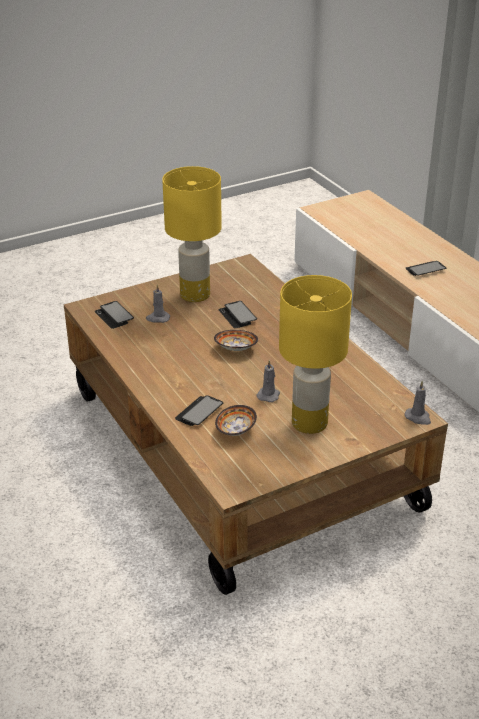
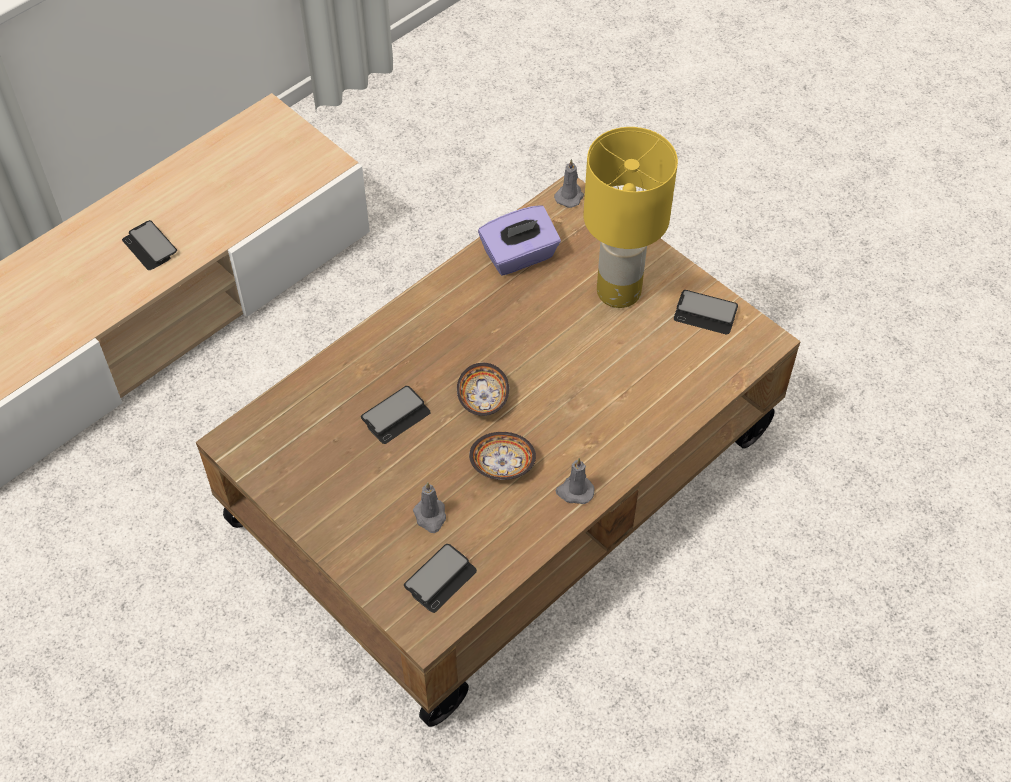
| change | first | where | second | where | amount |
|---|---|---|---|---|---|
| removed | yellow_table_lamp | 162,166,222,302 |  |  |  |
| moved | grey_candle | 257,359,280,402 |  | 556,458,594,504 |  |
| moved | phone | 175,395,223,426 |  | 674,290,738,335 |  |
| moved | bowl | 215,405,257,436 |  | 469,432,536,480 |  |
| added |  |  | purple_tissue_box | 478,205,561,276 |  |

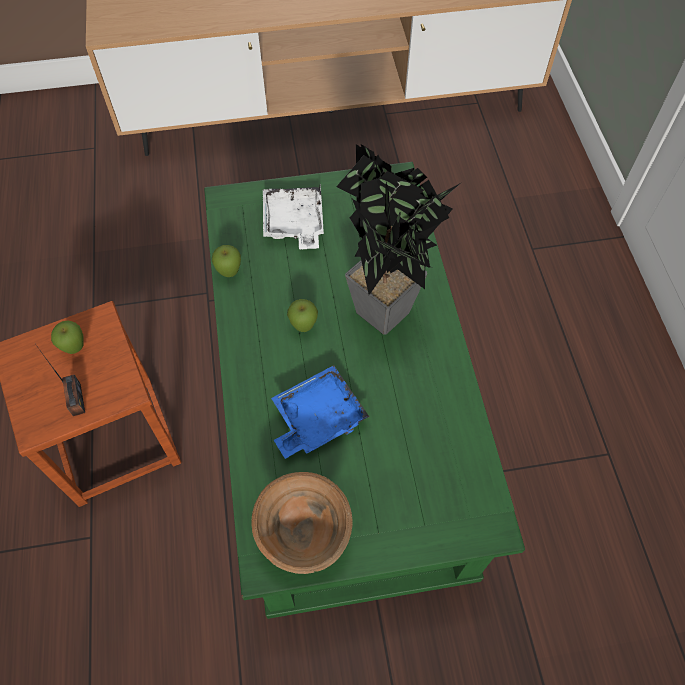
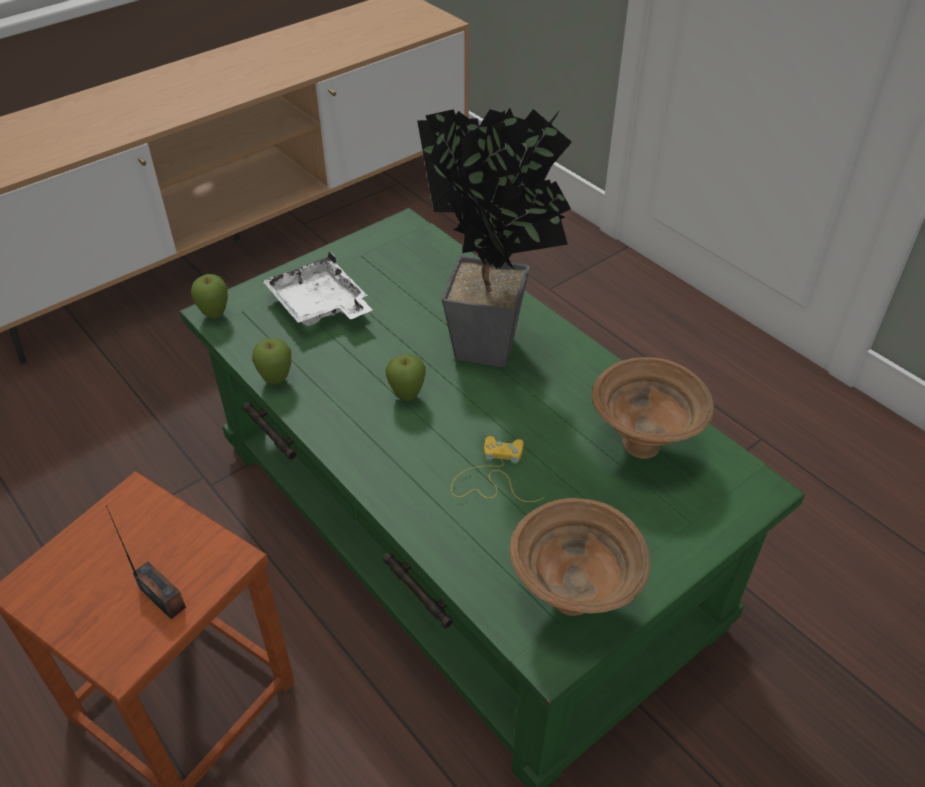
| change | first | where | second | where | amount |
|---|---|---|---|---|---|
| moved | apple | 51,320,83,354 |  | 191,274,228,319 |  |
| replaced | blue_tray | 271,365,370,459 | yellow_game_controller | 451,436,543,502 |  |
| added |  |  | brown_bowl | 592,357,714,459 |  |

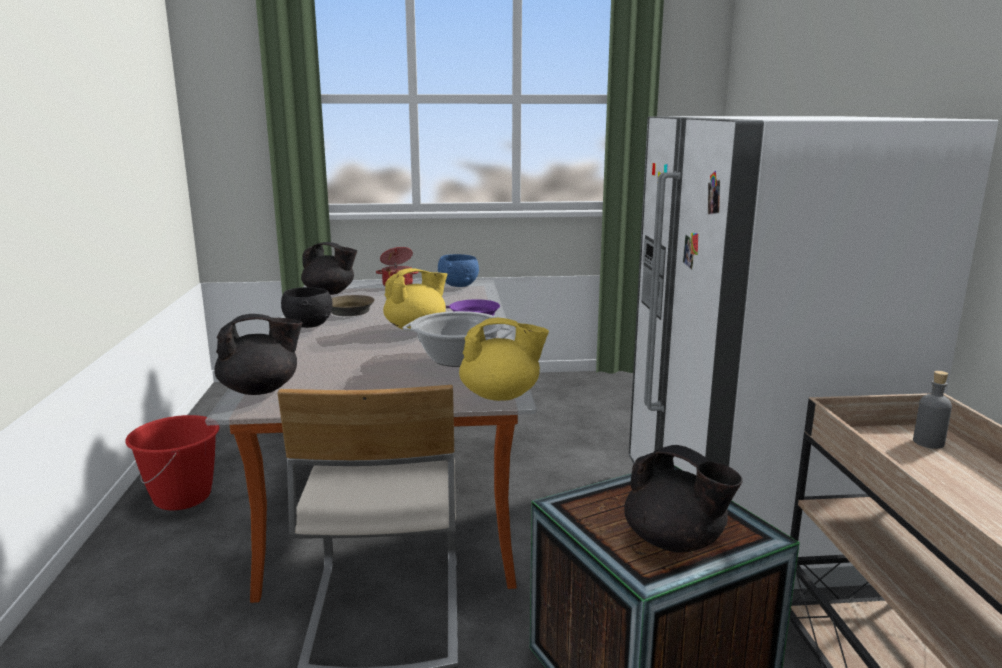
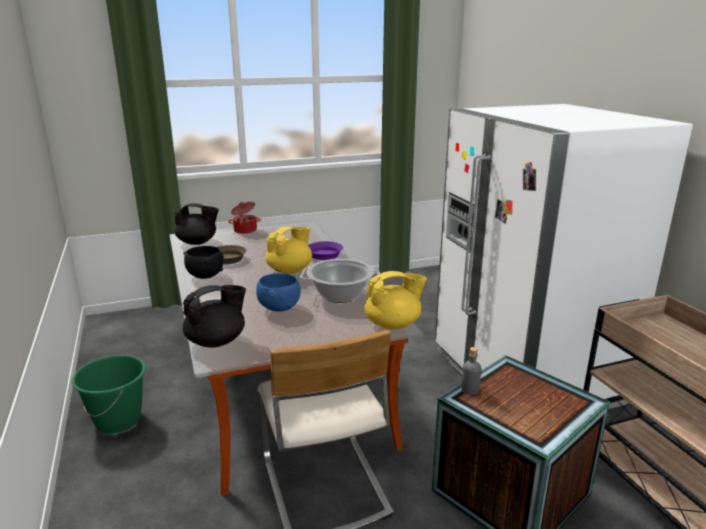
| change | first | where | second | where | amount |
|---|---|---|---|---|---|
| moved | blue_bowl | 438,254,479,287 |  | 256,273,301,312 |  |
| moved | grey_bottle | 913,371,952,449 |  | 461,347,481,395 |  |
| recoloured | red_bucket | 125,415,220,511 | green_bucket | 72,355,146,433 |  |
| removed | black_teapot | 624,445,743,553 |  |  |  |

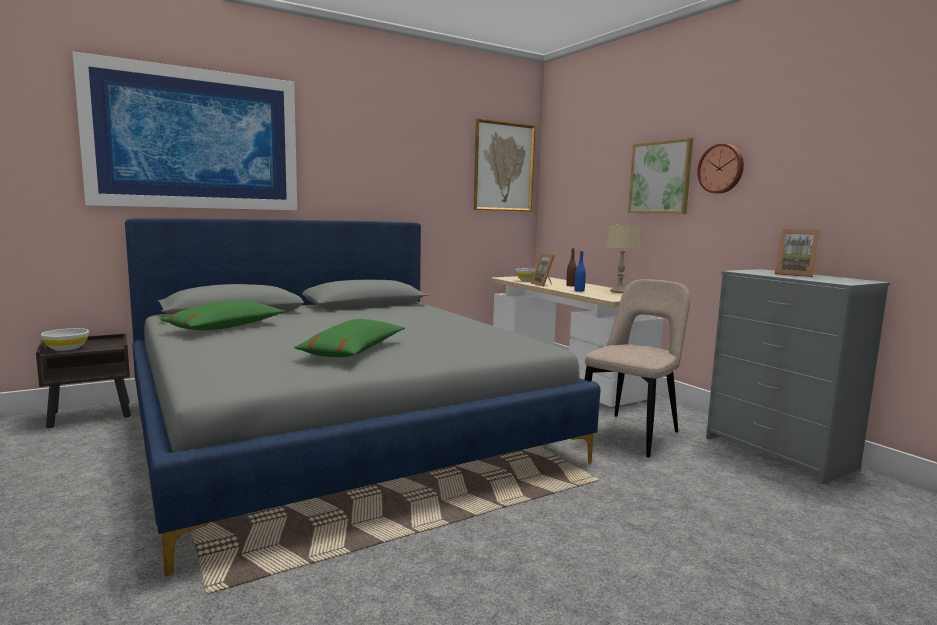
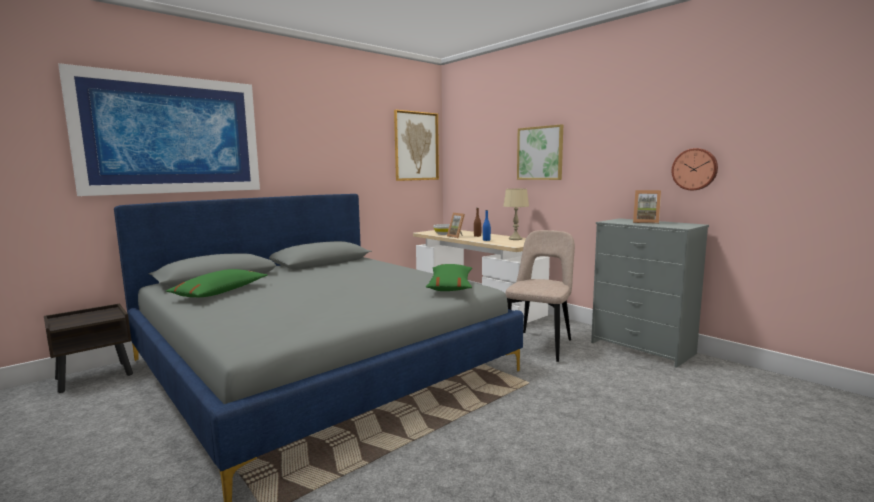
| change | first | where | second | where | amount |
|---|---|---|---|---|---|
| moved | wall_clock | 697,144,744,194 |  | 672,148,718,190 |  |
| moved | green_pillow | 294,319,405,357 |  | 426,264,472,291 |  |
| removed | white_bowl | 41,328,89,351 |  |  |  |

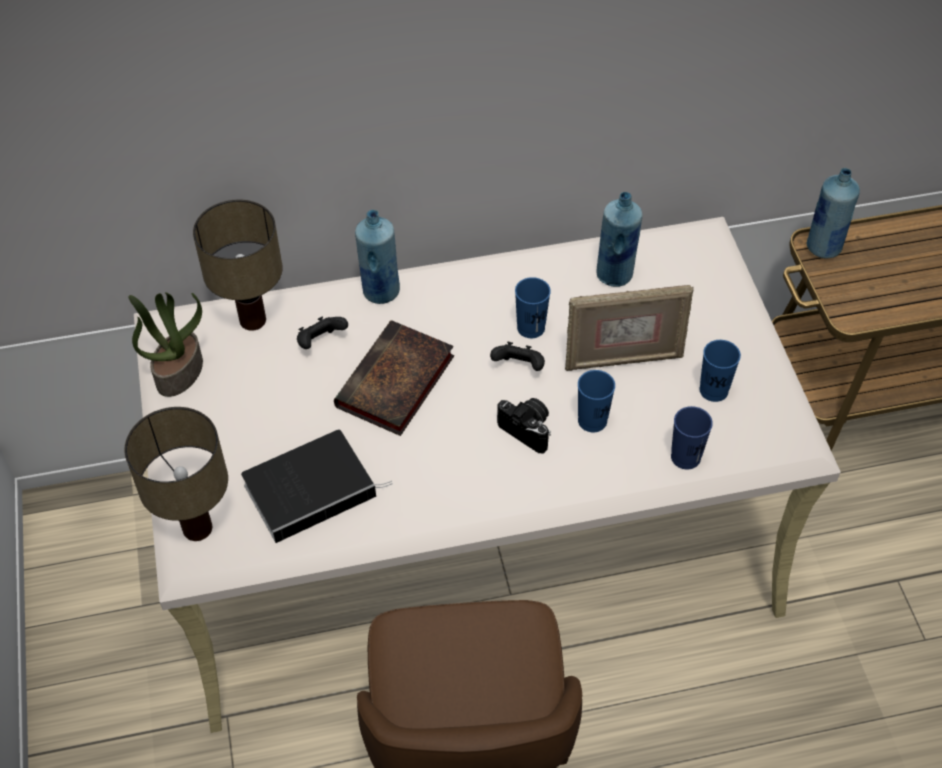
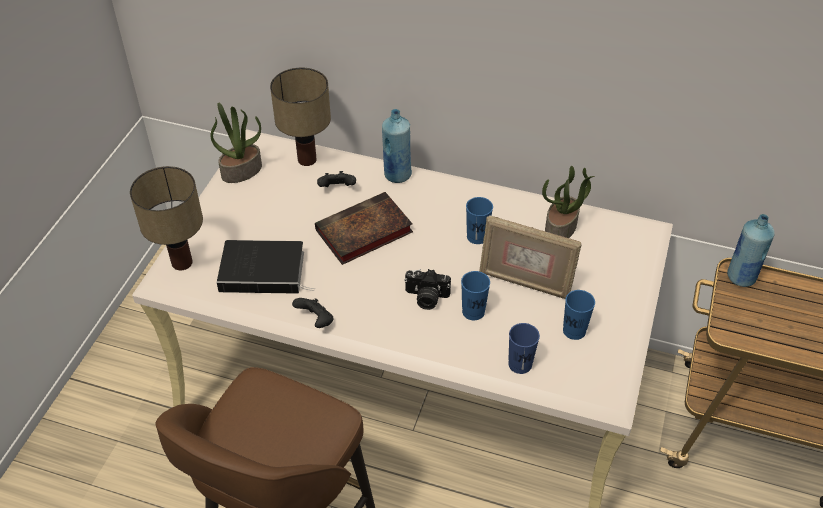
| change | first | where | second | where | amount |
|---|---|---|---|---|---|
| replaced | blue_bottle | 597,192,643,287 | potted_plant | 542,166,595,238 |  |
| moved | black_game_controller | 490,342,545,371 |  | 292,298,334,328 |  |
| turned | photo_camera | 497,398,551,453 |  | 404,269,451,310 | 120 degrees clockwise |

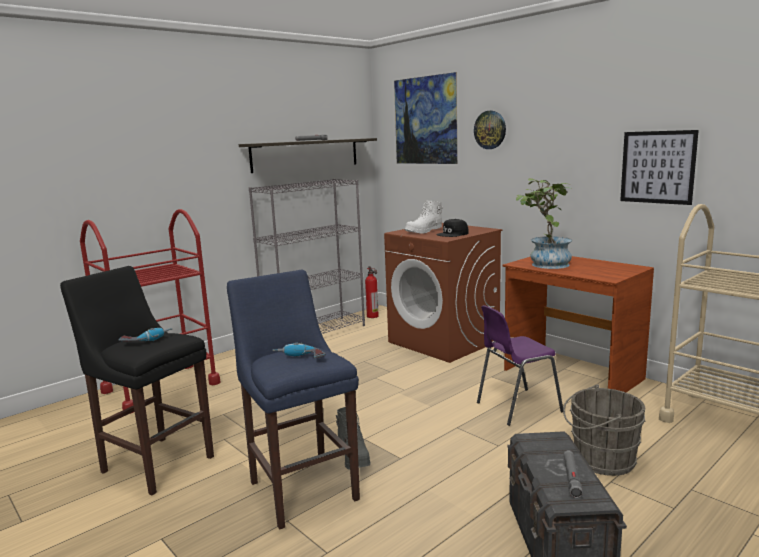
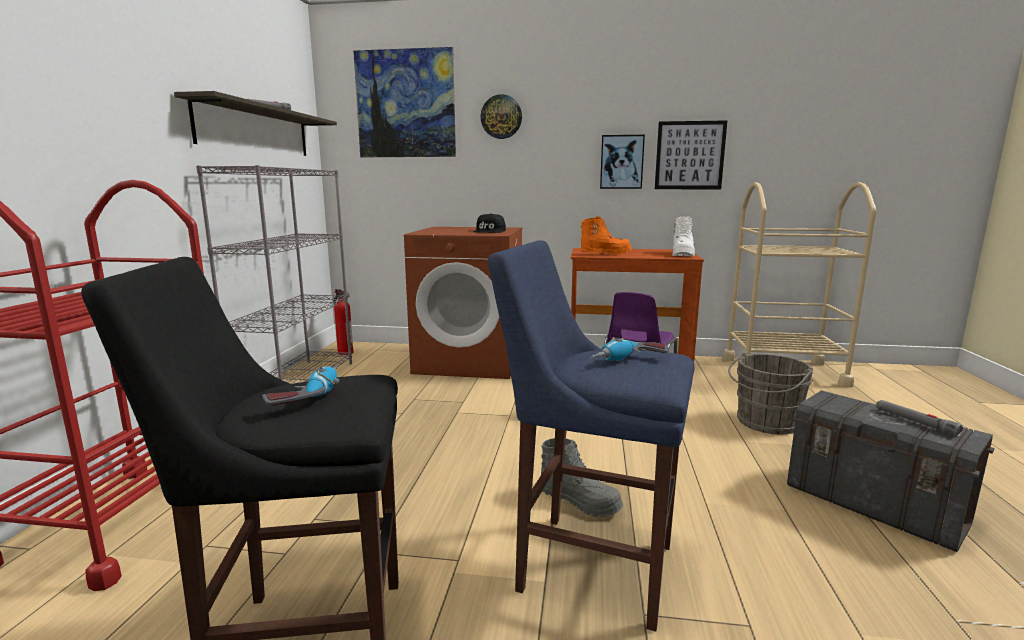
| change | first | where | second | where | amount |
|---|---|---|---|---|---|
| replaced | potted_plant | 516,178,573,269 | orange_boot | 581,216,632,255 |  |
| moved | white_boot | 405,201,443,234 |  | 672,216,695,256 |  |
| added |  |  | picture | 600,135,645,189 |  |

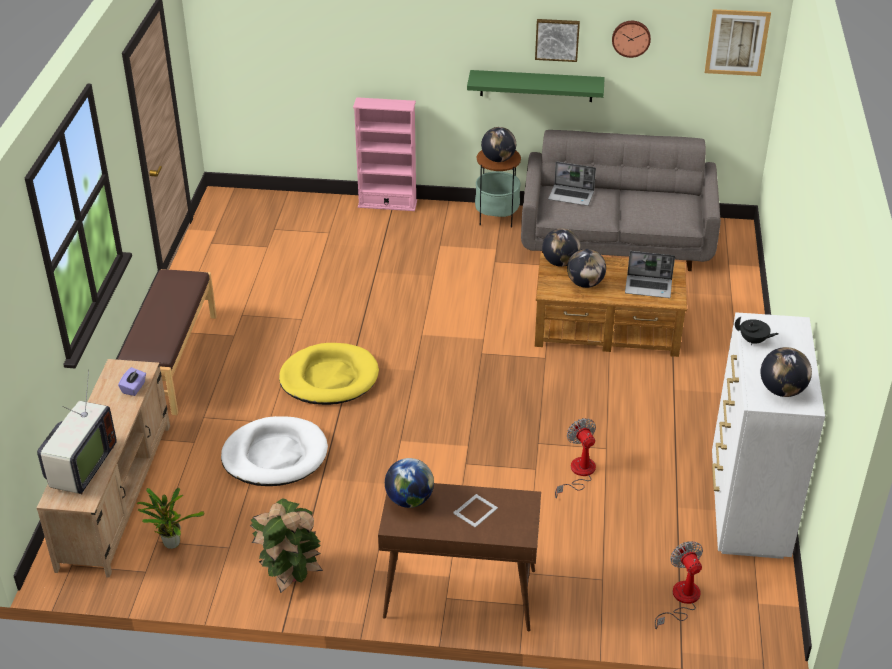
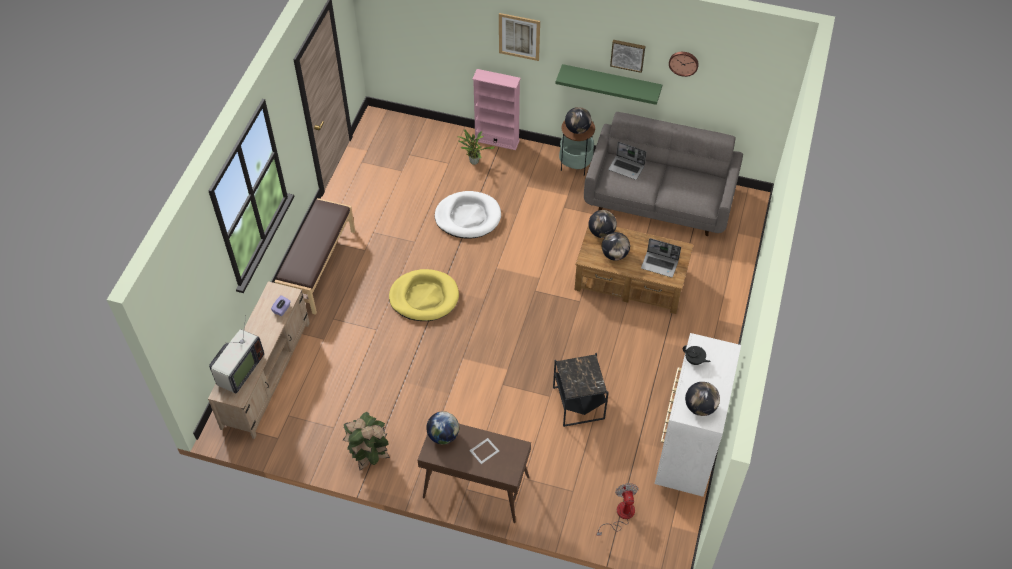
| change | first | where | second | where | amount |
|---|---|---|---|---|---|
| moved | picture | 705,9,771,76 |  | 499,13,540,61 |  |
| moved | white_dog_bed | 221,416,328,486 |  | 435,191,501,239 |  |
| replaced | fan | 555,418,596,498 | black_side_table | 553,353,609,427 |  |
| moved | potted_plant | 137,487,204,549 |  | 458,129,495,165 |  |

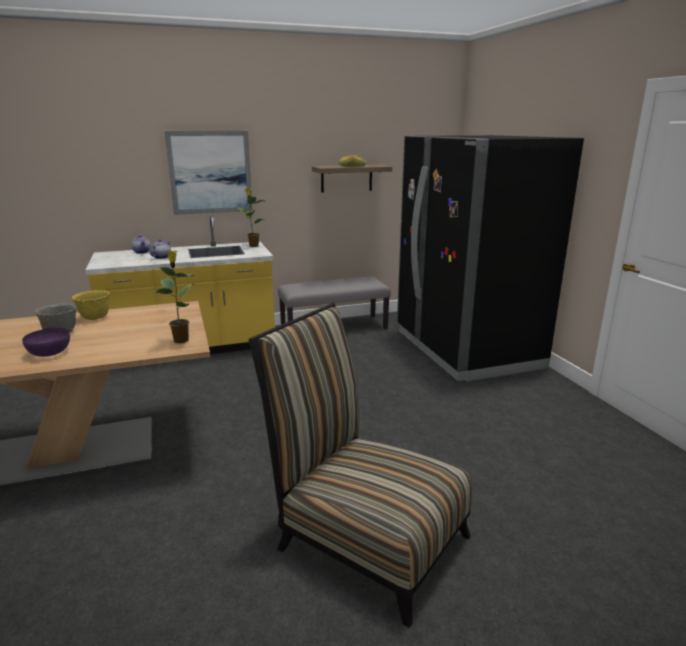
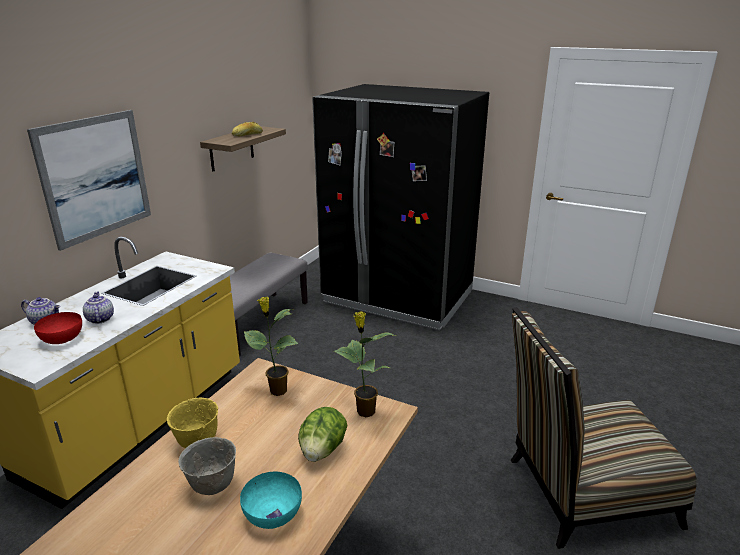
| change | first | where | second | where | amount |
|---|---|---|---|---|---|
| moved | potted_plant | 238,188,267,247 |  | 244,297,298,396 |  |
| recoloured | purple_bowl | 22,328,70,357 | turquoise_bowl | 240,471,302,529 |  |
| added |  |  | red_bowl | 34,312,82,344 |  |
| added |  |  | lettuce | 298,407,347,462 |  |

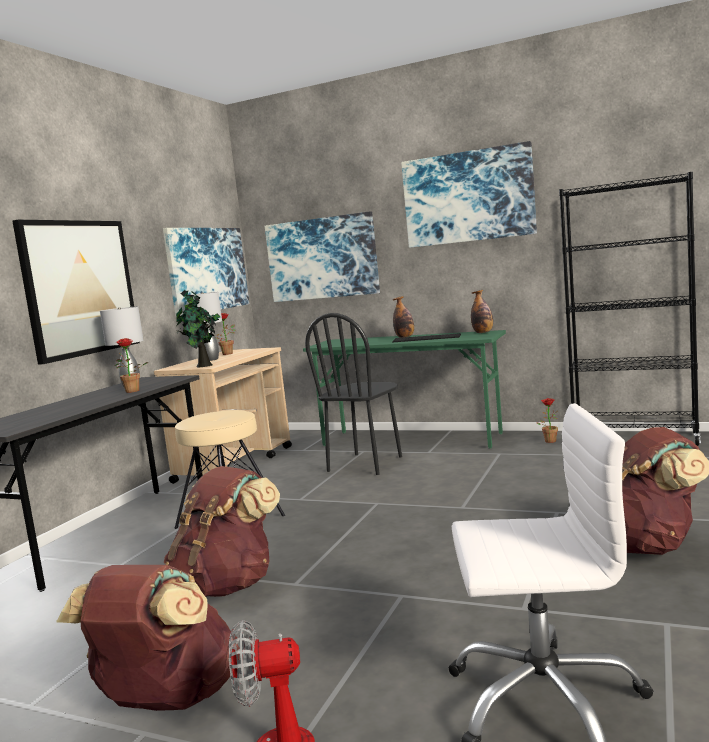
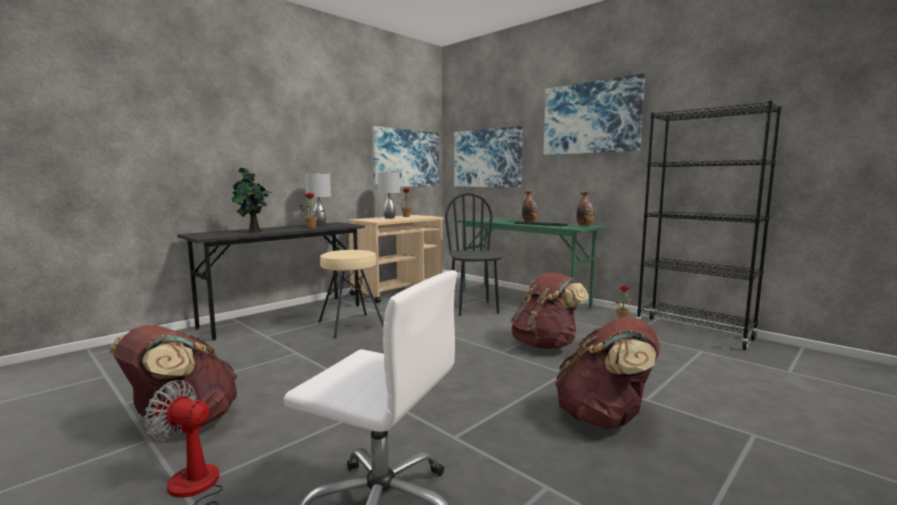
| change | first | where | second | where | amount |
|---|---|---|---|---|---|
| removed | picture | 12,220,140,365 |  |  |  |
| moved | potted_plant | 176,290,220,367 |  | 231,168,272,233 |  |
| turned | black_chair | 305,313,402,475 |  | 445,192,503,316 | 120 degrees clockwise |
| moved | brown_backpack | 164,466,280,597 |  | 511,272,589,349 |  |

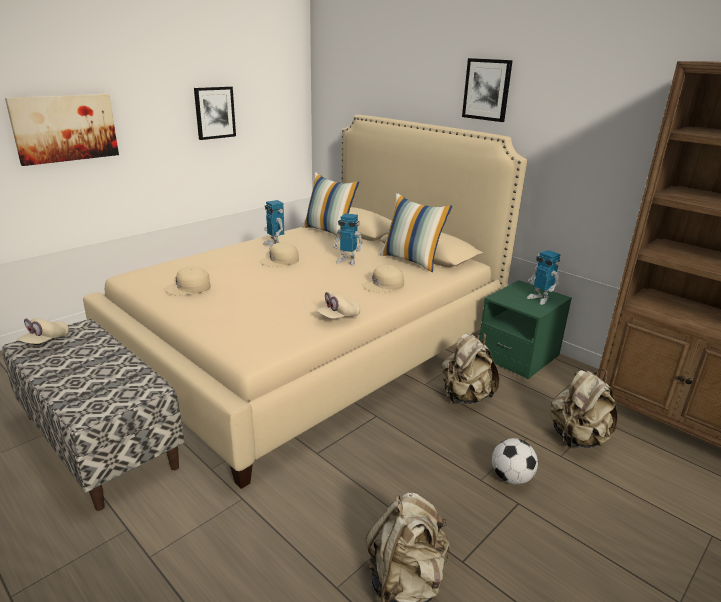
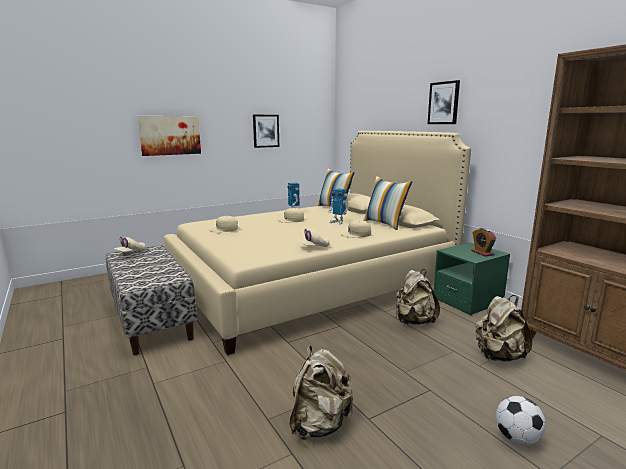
| change | first | where | second | where | amount |
|---|---|---|---|---|---|
| replaced | toy_robot | 527,250,561,305 | alarm_clock | 471,228,496,257 |  |
| moved | football | 492,438,538,485 |  | 496,396,546,445 |  |

